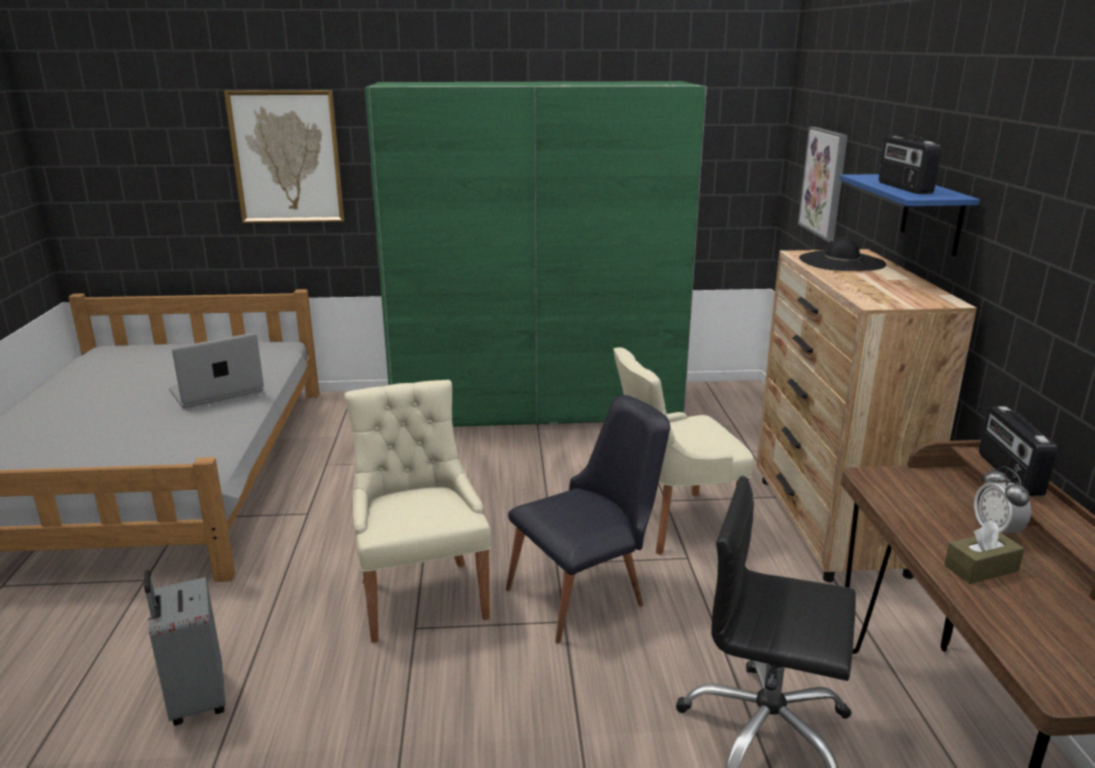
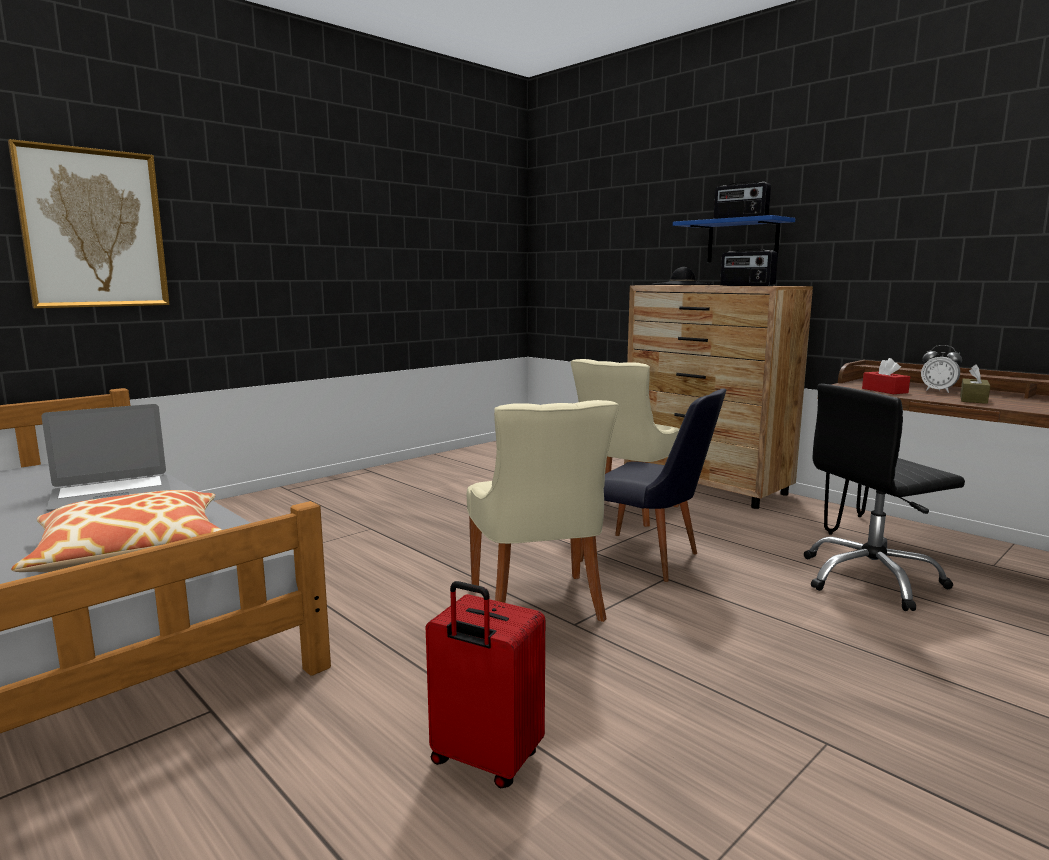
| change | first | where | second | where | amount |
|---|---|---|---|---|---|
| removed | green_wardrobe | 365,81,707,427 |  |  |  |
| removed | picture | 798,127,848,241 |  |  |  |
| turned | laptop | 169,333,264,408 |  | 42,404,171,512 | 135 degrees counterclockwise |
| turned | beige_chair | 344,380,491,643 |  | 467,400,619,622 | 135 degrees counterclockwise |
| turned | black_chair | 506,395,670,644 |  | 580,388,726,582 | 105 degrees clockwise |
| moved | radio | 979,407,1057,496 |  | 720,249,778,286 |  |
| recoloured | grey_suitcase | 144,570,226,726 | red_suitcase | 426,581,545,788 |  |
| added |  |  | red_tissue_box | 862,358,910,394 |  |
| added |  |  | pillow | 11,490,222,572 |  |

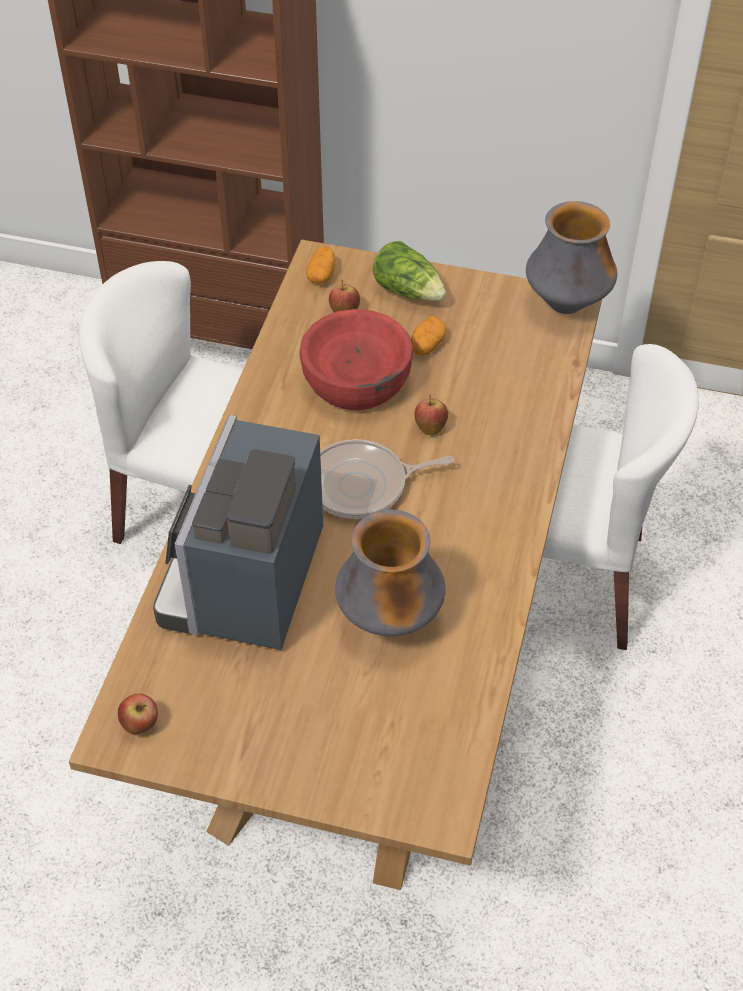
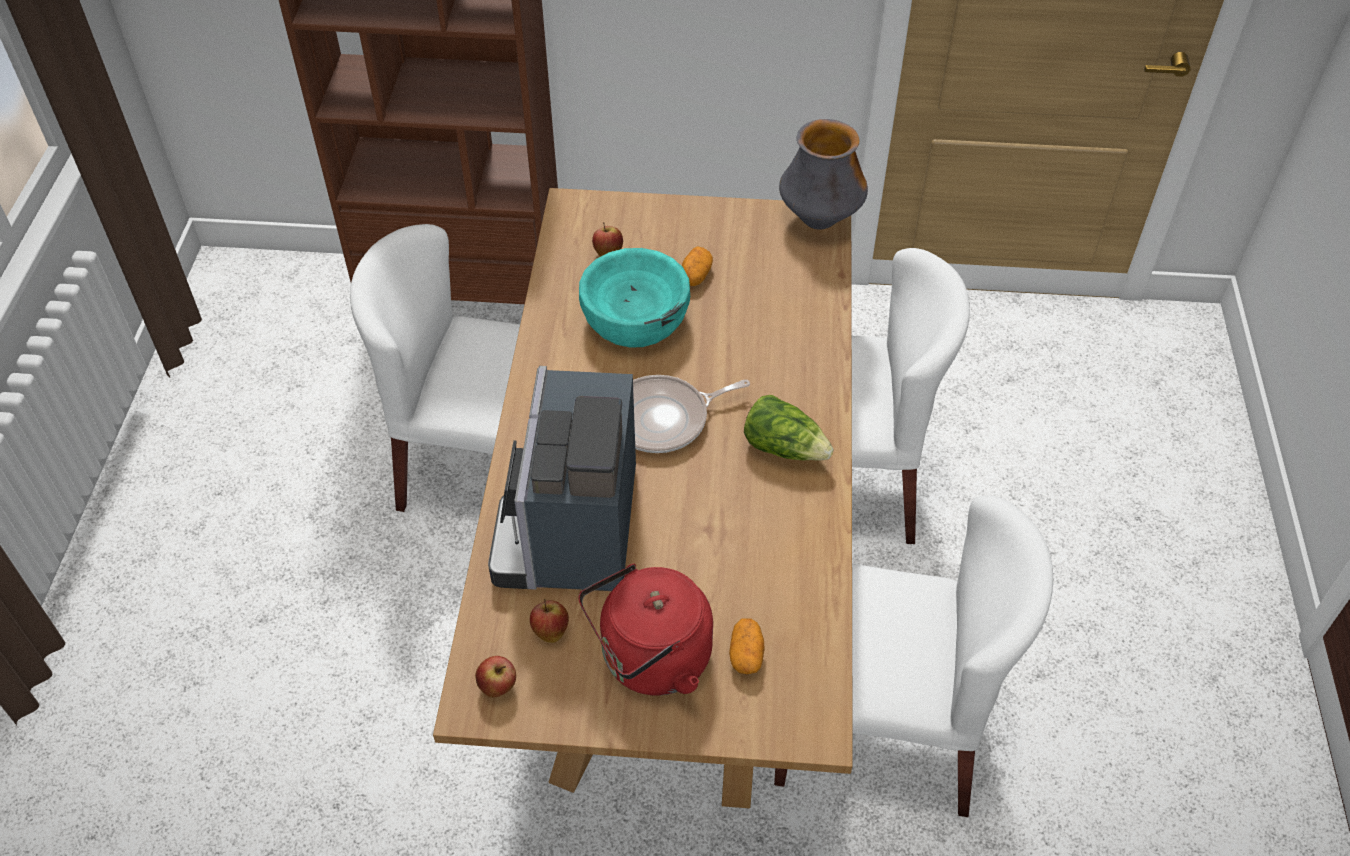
| change | first | where | second | where | amount |
|---|---|---|---|---|---|
| moved | lettuce | 373,241,446,301 |  | 744,395,834,461 |  |
| moved | potato | 306,247,335,284 |  | 729,618,764,674 |  |
| recoloured | red_bowl | 299,309,413,410 | turquoise_bowl | 579,248,690,348 |  |
| moved | apple | 415,394,448,436 |  | 530,599,569,643 |  |
| removed | vase | 335,509,445,636 |  |  |  |
| added |  |  | white_chair | 774,495,1053,817 |  |
| added |  |  | red_kettle | 578,564,713,696 |  |

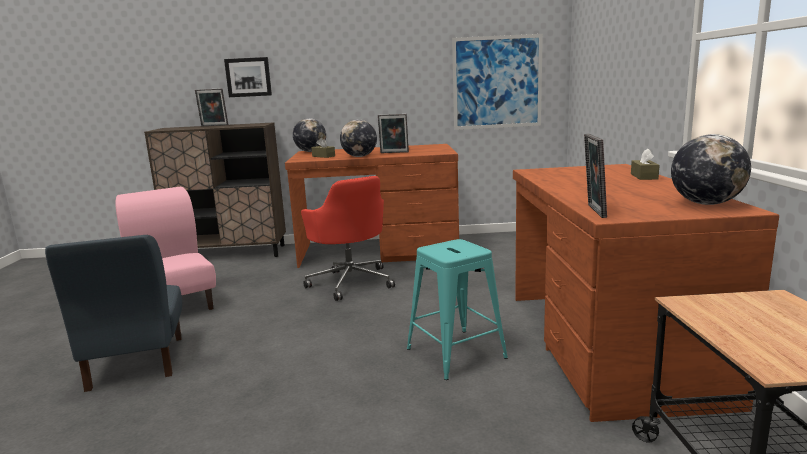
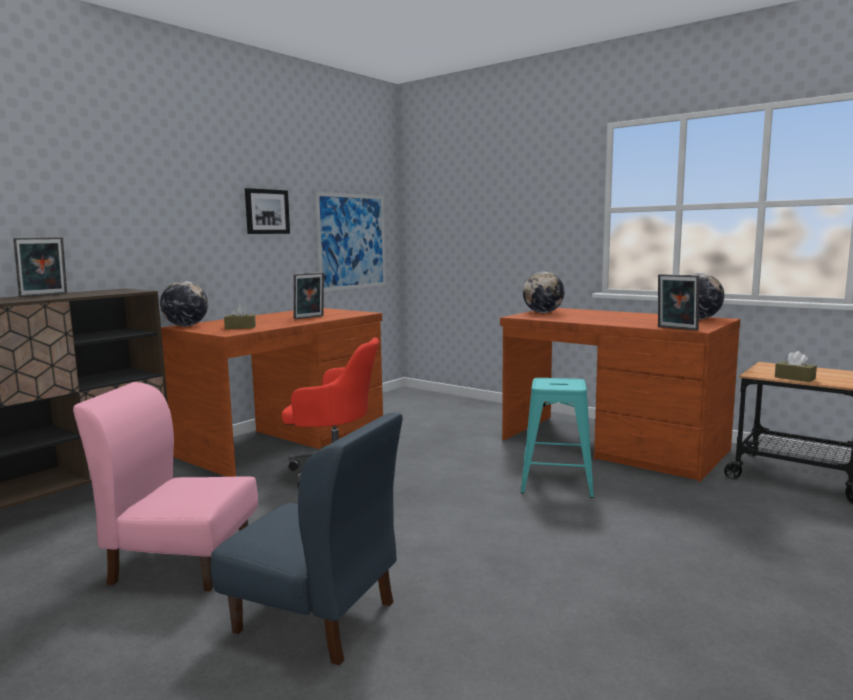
| change | first | where | second | where | amount |
|---|---|---|---|---|---|
| moved | picture | 224,57,272,97 |  | 245,188,290,234 |  |
| moved | globe | 340,119,377,157 |  | 523,272,565,313 |  |
| moved | brown_tissue_box | 631,148,660,180 |  | 775,351,817,382 |  |

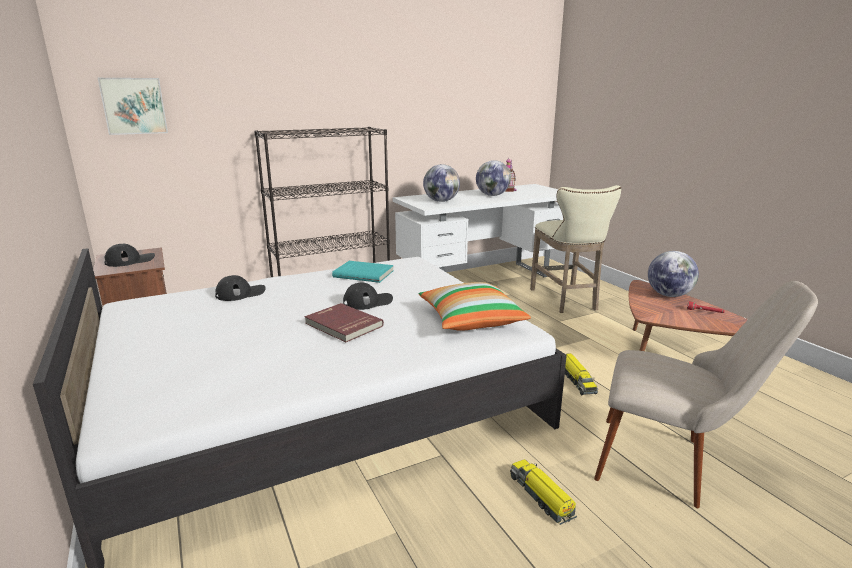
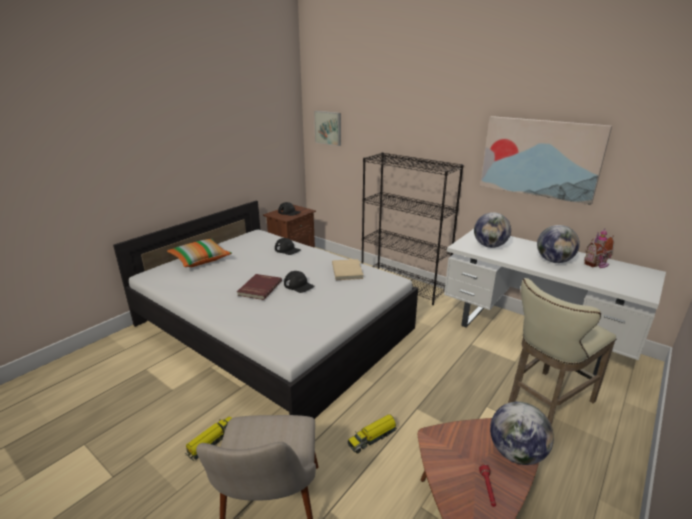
| change | first | where | second | where | amount |
|---|---|---|---|---|---|
| recoloured | turquoise_book | 332,261,394,283 | beige_book | 332,259,363,280 |  |
| moved | pillow | 418,282,531,331 |  | 167,239,232,267 |  |
| added |  |  | picture | 480,116,612,205 |  |

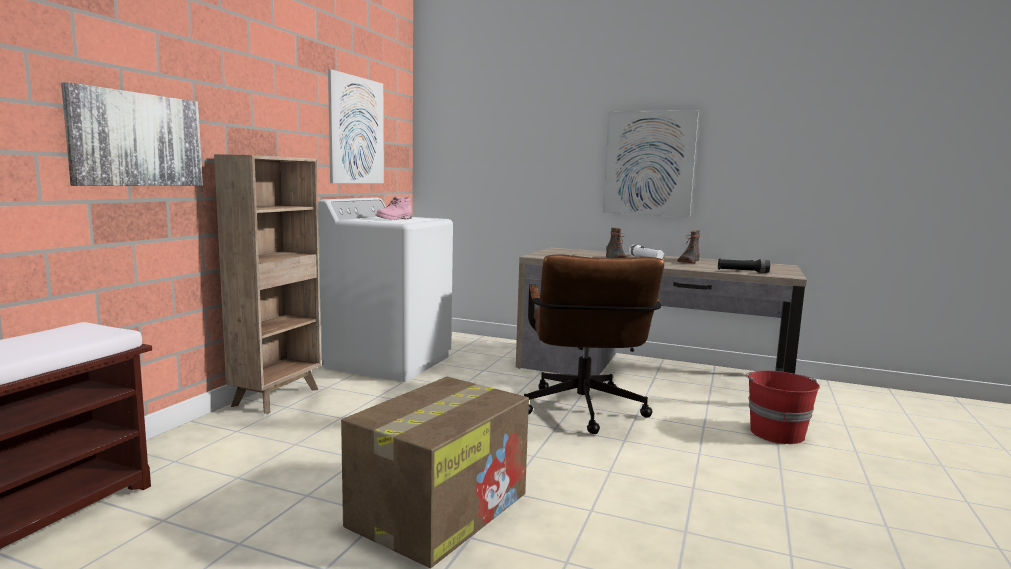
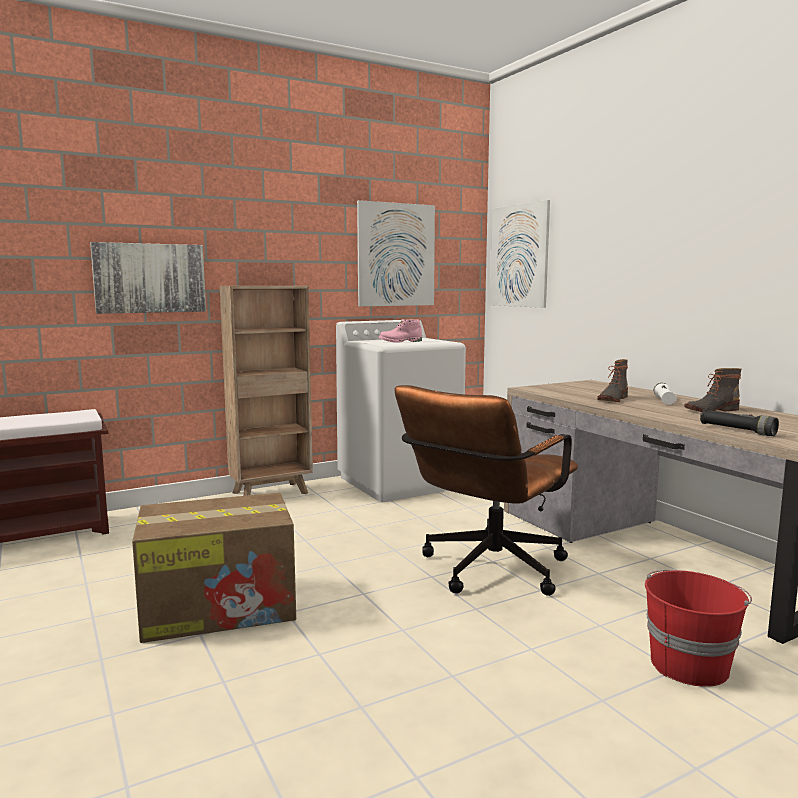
| change | first | where | second | where | amount |
|---|---|---|---|---|---|
| moved | picture | 603,111,699,217 |  | 490,200,550,308 |  |

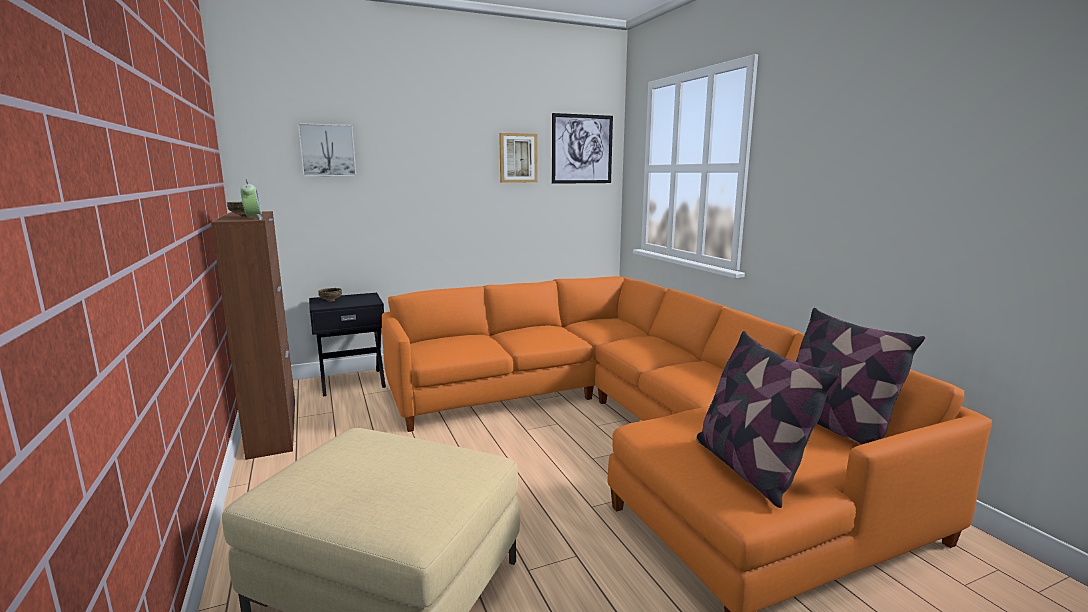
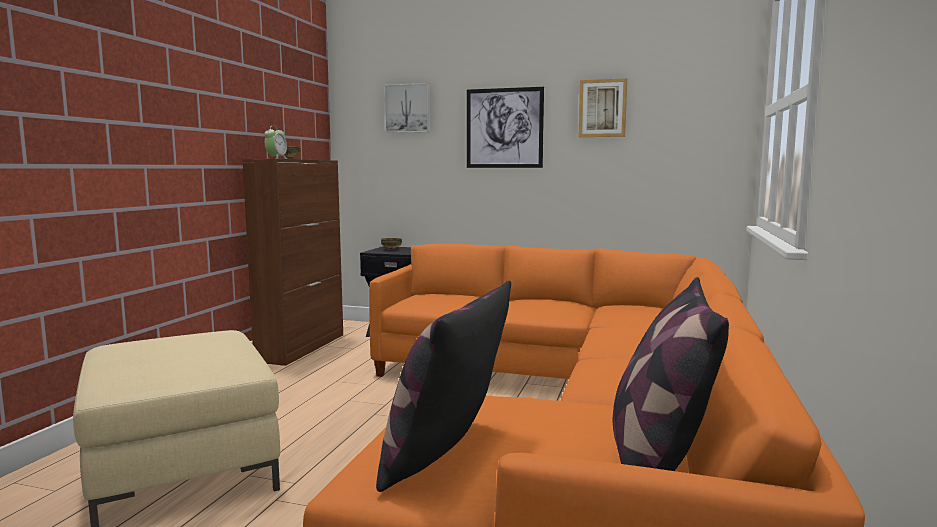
| change | first | where | second | where | amount |
|---|---|---|---|---|---|
| moved | picture | 552,113,613,184 |  | 467,87,544,168 |  |

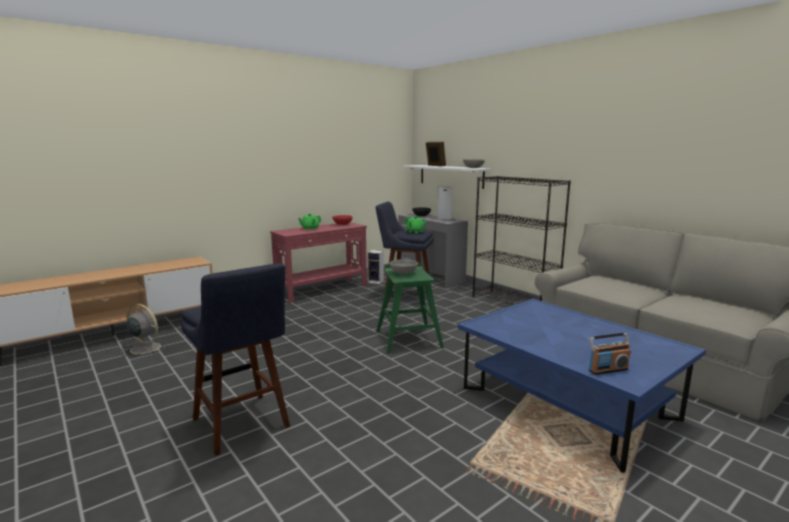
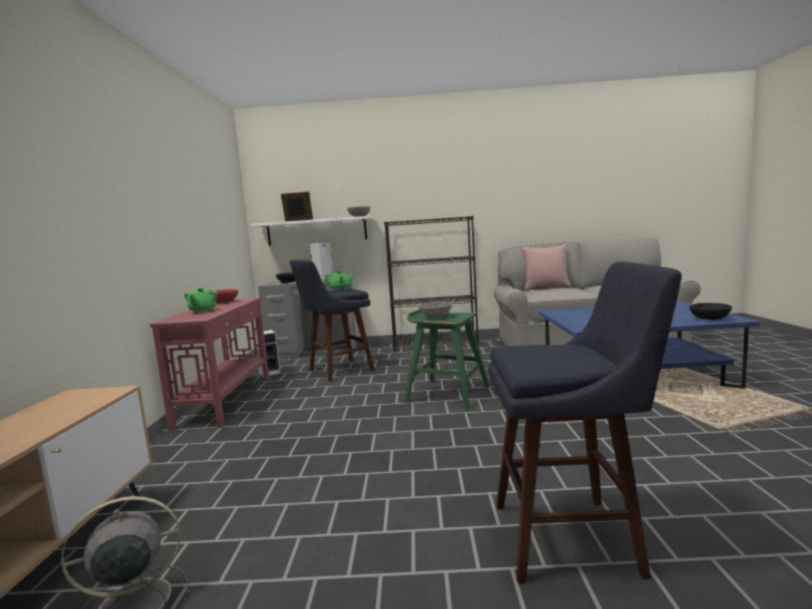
| change | first | where | second | where | amount |
|---|---|---|---|---|---|
| replaced | radio | 589,333,631,375 | black_bowl | 689,303,732,320 |  |
| added |  |  | pink_pillow | 521,245,571,291 |  |

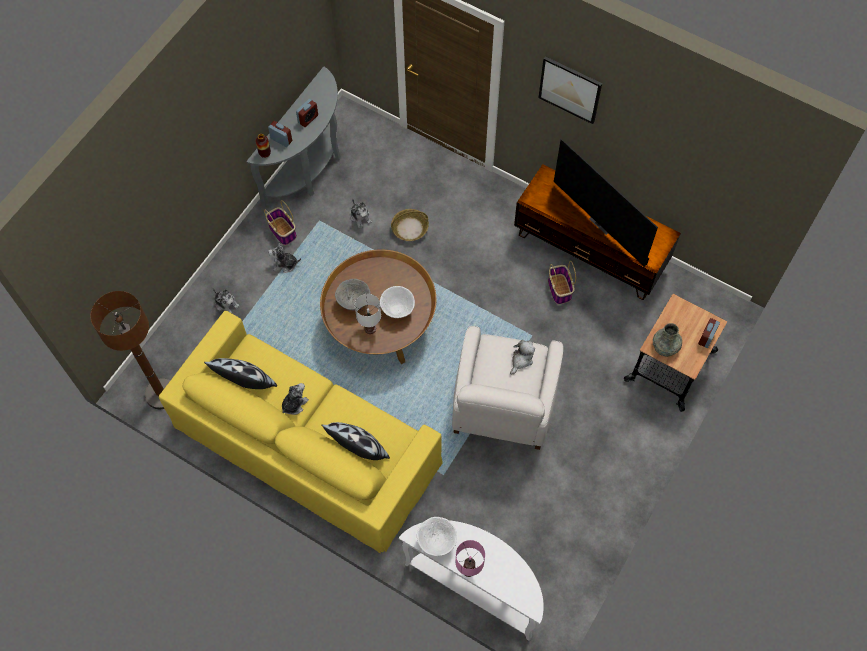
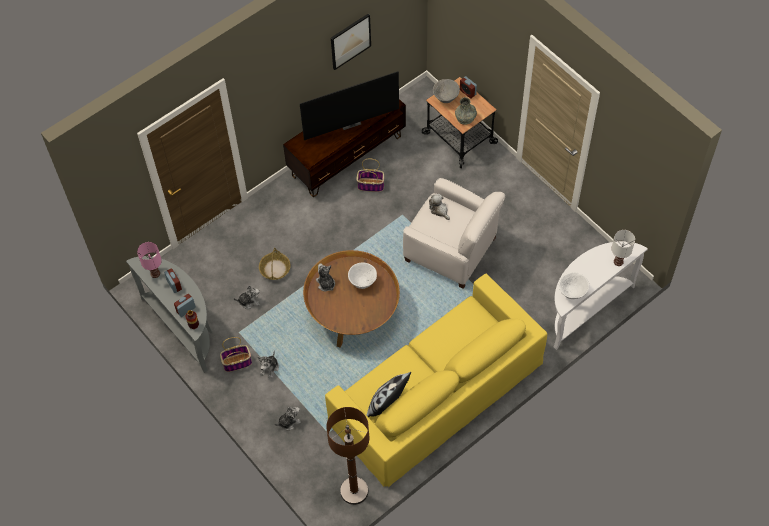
| change | first | where | second | where | amount |
|---|---|---|---|---|---|
| moved | picture | 538,56,602,124 |  | 331,13,371,70 |  |
| moved | grey_bowl | 335,279,371,310 |  | 433,79,460,103 |  |
| moved | white_table_lamp | 355,294,381,334 |  | 611,230,635,266 |  |
| moved | plush_toy | 282,383,309,415 |  | 316,263,335,291 |  |
| removed | pillow | 322,422,390,460 |  |  |  |
| moved | pink_table_lamp | 455,540,485,577 |  | 137,242,162,278 |  |

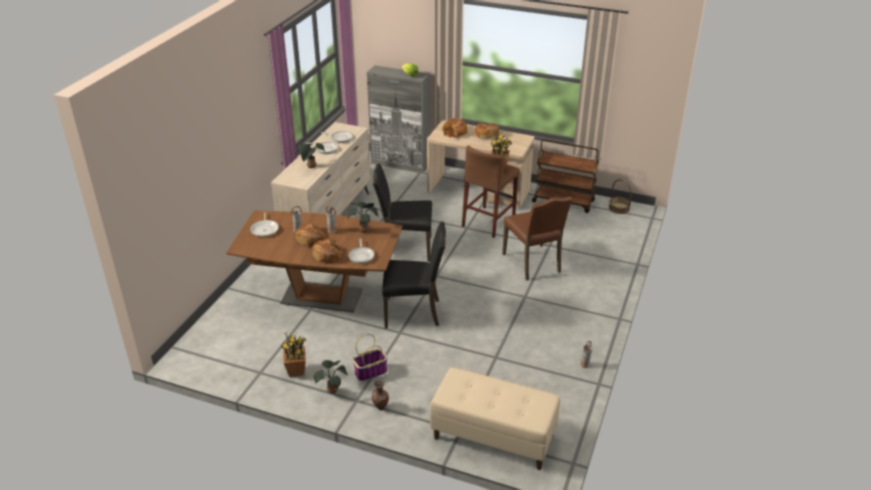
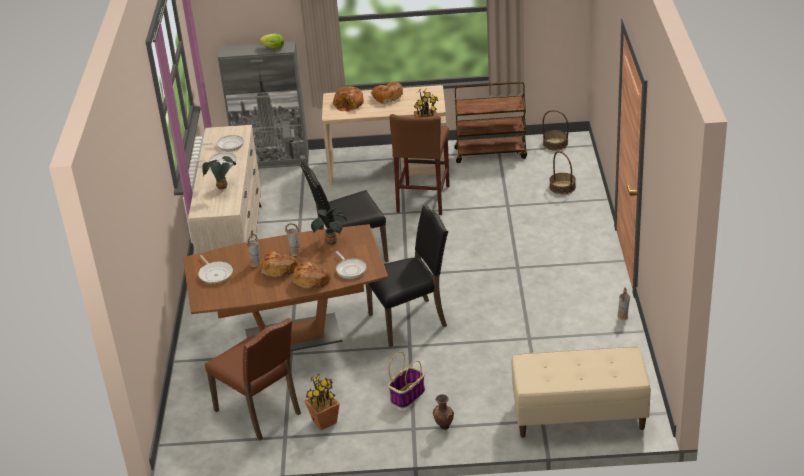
| change | first | where | second | where | amount |
|---|---|---|---|---|---|
| moved | brown_chair | 502,197,572,280 |  | 205,318,301,440 |  |
| removed | potted_plant | 314,360,348,394 |  |  |  |
| added |  |  | basket | 549,151,576,194 |  |

